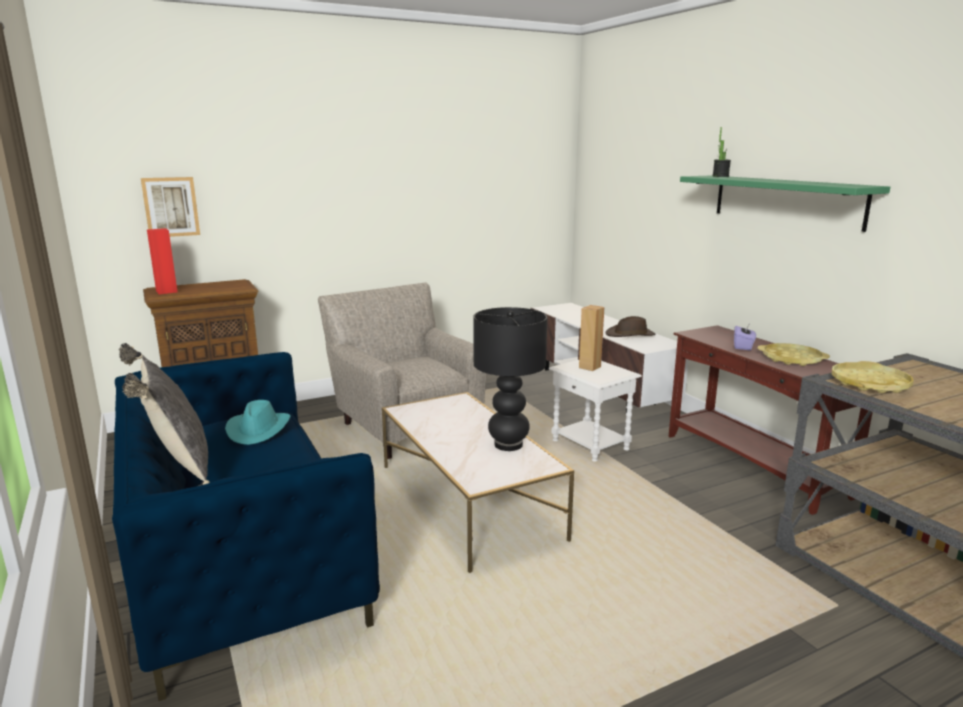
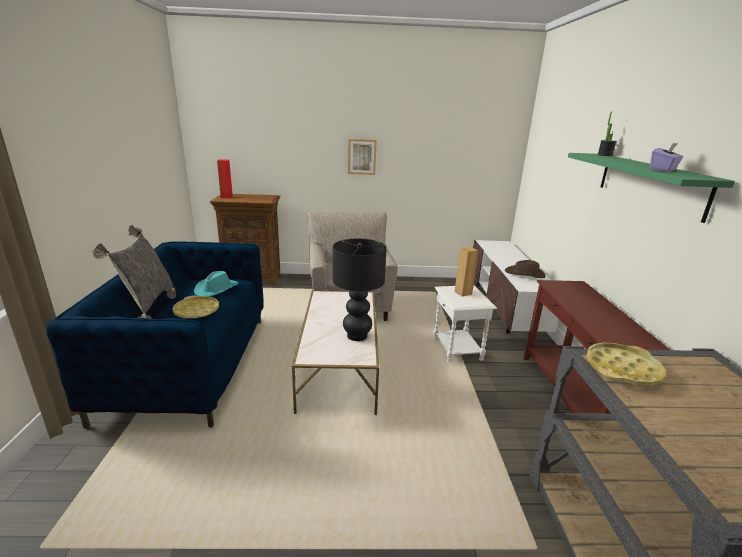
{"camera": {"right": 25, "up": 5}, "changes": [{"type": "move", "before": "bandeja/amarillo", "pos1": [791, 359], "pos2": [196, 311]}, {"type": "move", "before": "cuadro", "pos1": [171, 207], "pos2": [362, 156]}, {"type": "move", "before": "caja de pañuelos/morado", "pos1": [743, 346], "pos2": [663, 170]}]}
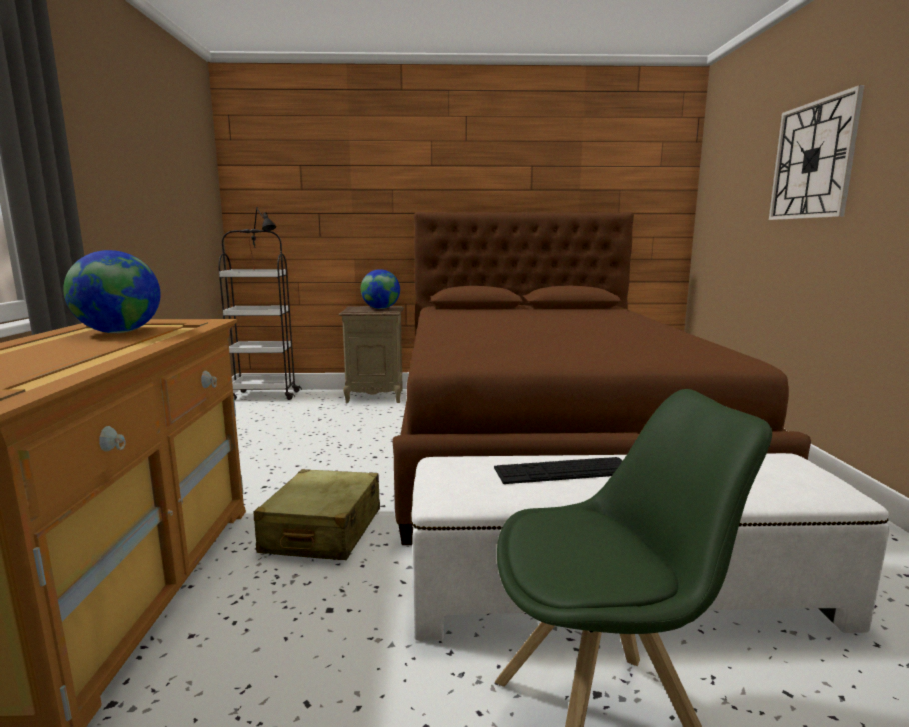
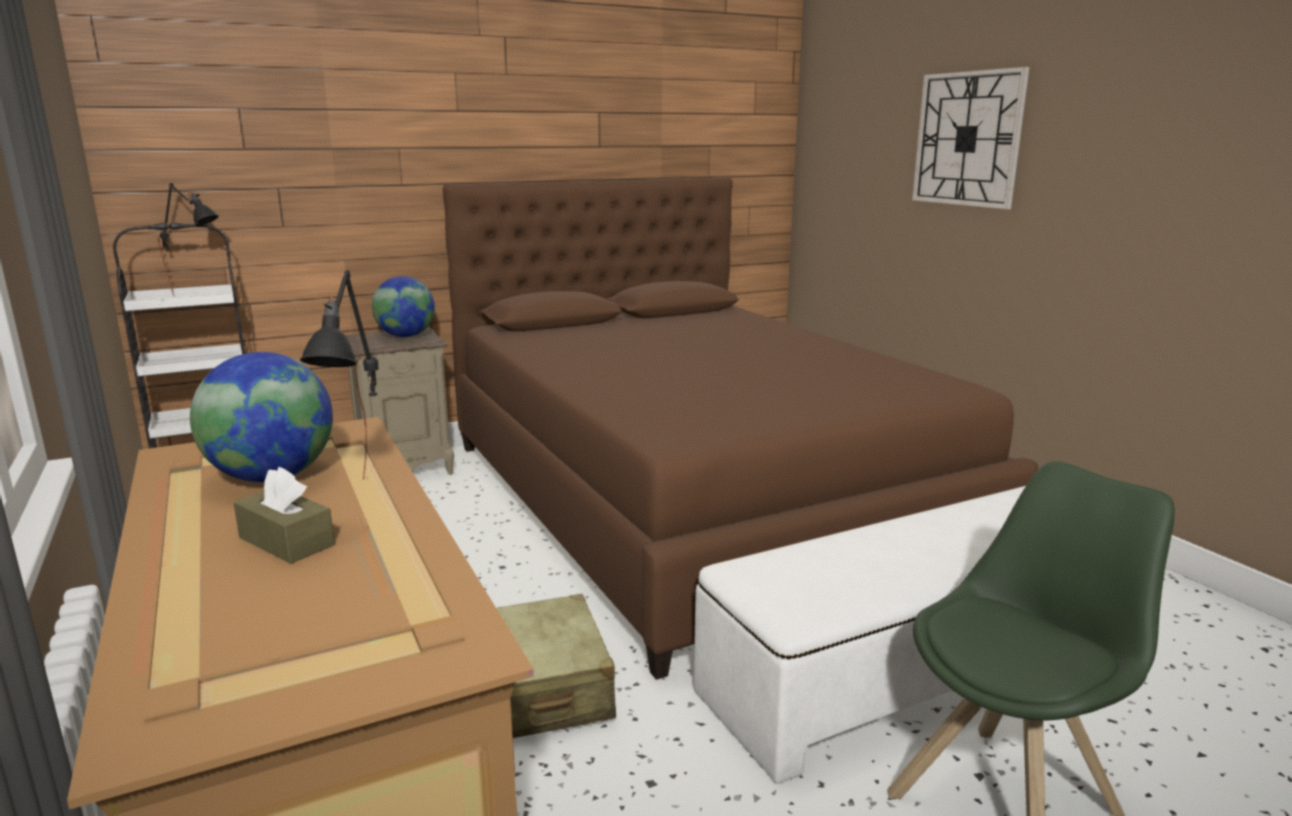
{"camera": {"right": -25, "up": 5}, "changes": [{"type": "insert", "after": "caja de pañuelos/marrón", "pos2": [286, 541]}, {"type": "insert", "after": "lámpara de mesa/negro", "pos2": [365, 499]}, {"type": "delete", "before": "teclado", "pos1": [564, 471]}]}
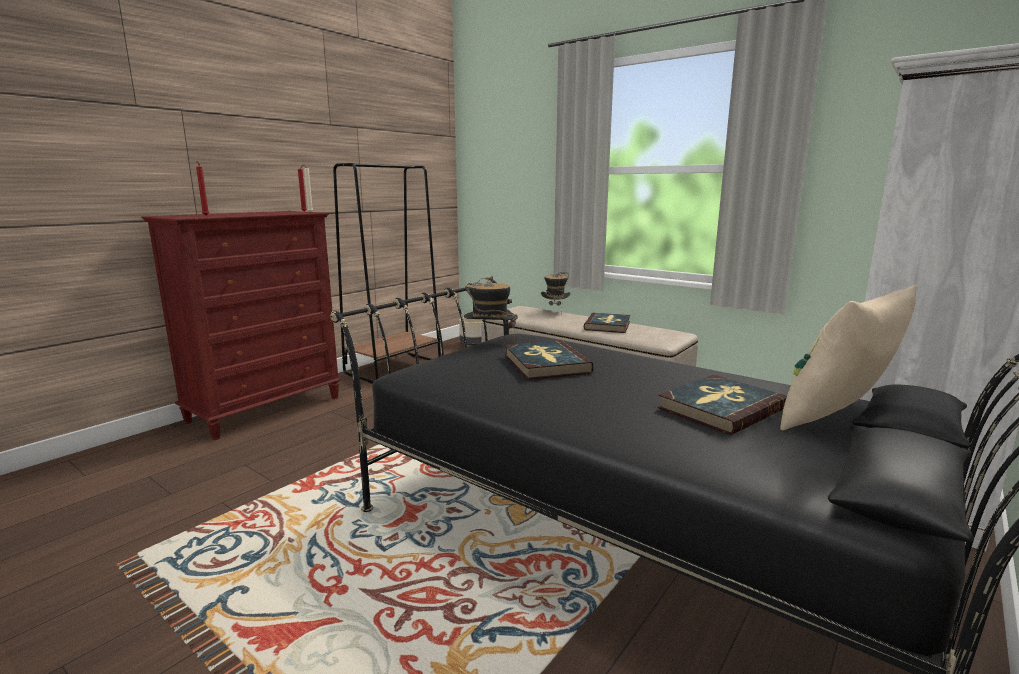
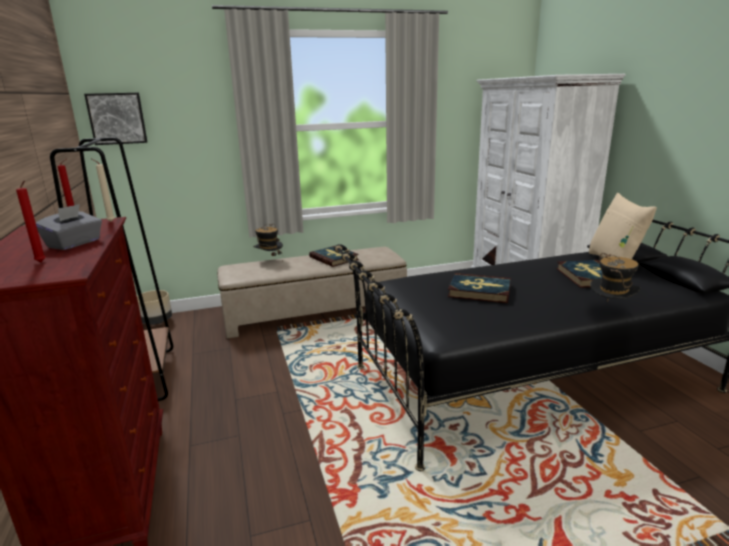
{"camera": {"right": -55, "up": 5}, "changes": [{"type": "insert", "after": "caja de pañuelos/gris", "pos2": [74, 244]}, {"type": "insert", "after": "cuadro", "pos2": [117, 118]}, {"type": "move", "before": "sombrero", "pos1": [490, 341], "pos2": [610, 311]}]}
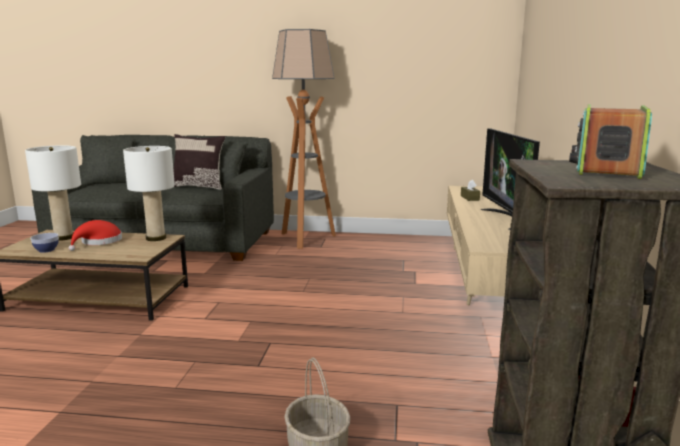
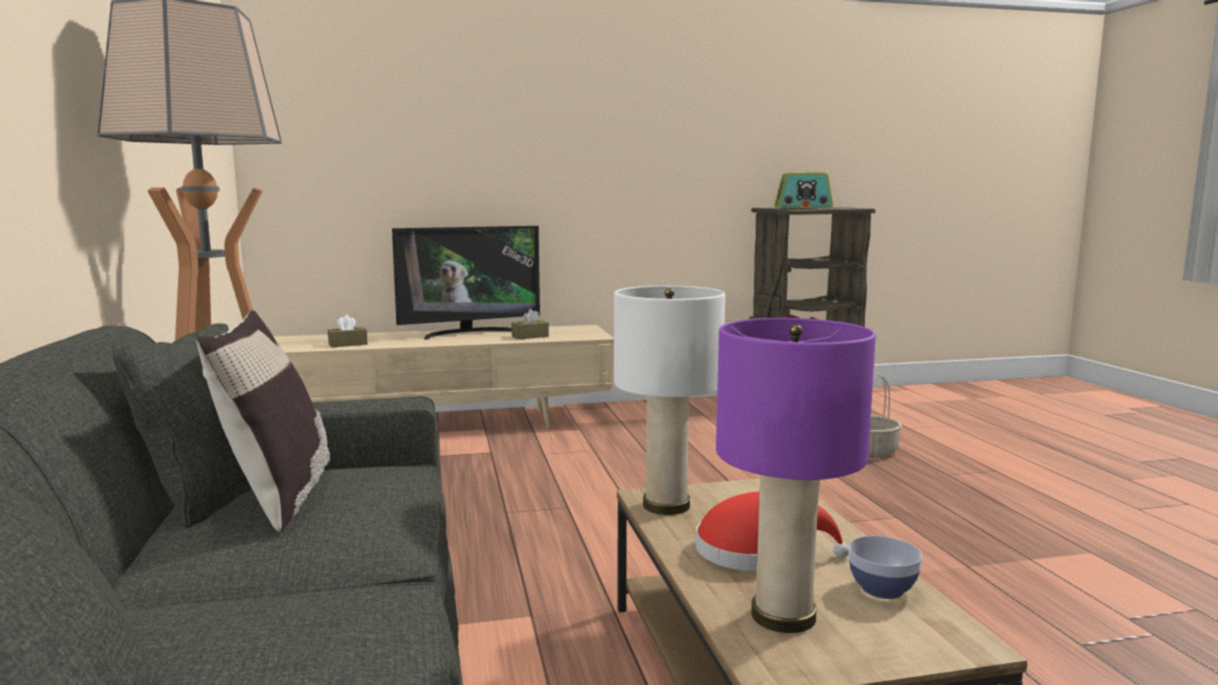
{"camera": {"right": -110, "up": -5}, "changes": [{"type": "insert", "after": "caja de pañuelos/marrón", "pos2": [530, 336]}, {"type": "recolor", "before": "lámpara de mesa/blanco", "after": "lámpara de mesa/morado", "pos1": [64, 237], "pos2": [782, 616]}]}
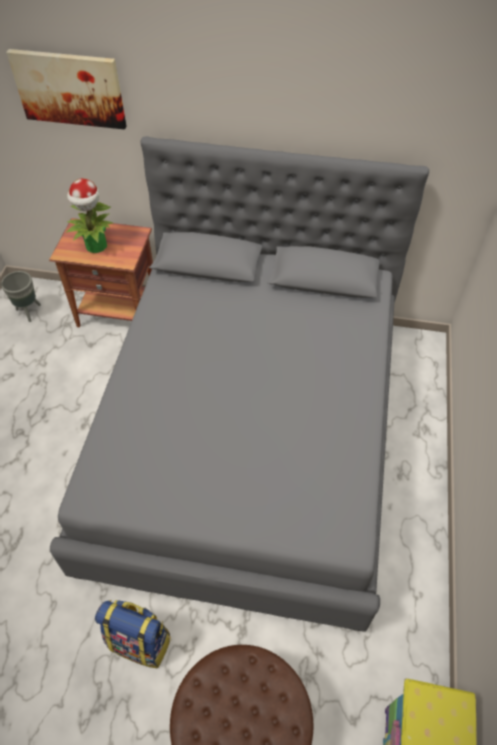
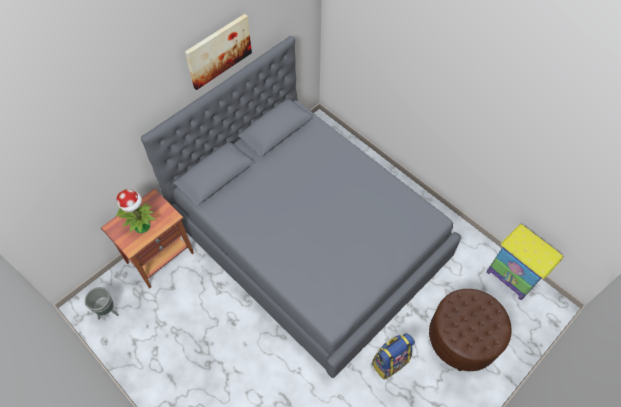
{"camera": {"right": -55, "up": 5}, "changes": [{"type": "move", "before": "cuadro", "pos1": [69, 88], "pos2": [218, 51]}]}
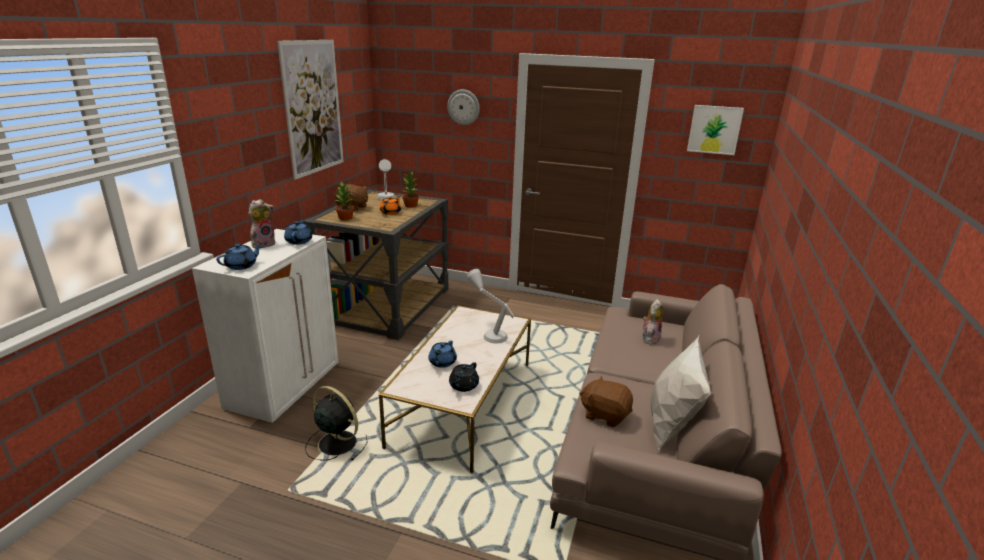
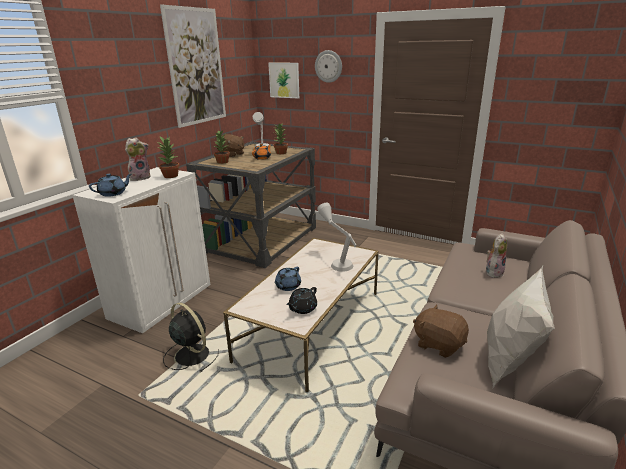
{"camera": {"right": 10, "up": 0}, "changes": [{"type": "replace", "before": "tetera/azul", "after": "planta en maceta", "pos1": [299, 241], "pos2": [171, 176]}, {"type": "move", "before": "cuadro", "pos1": [714, 129], "pos2": [284, 80]}]}
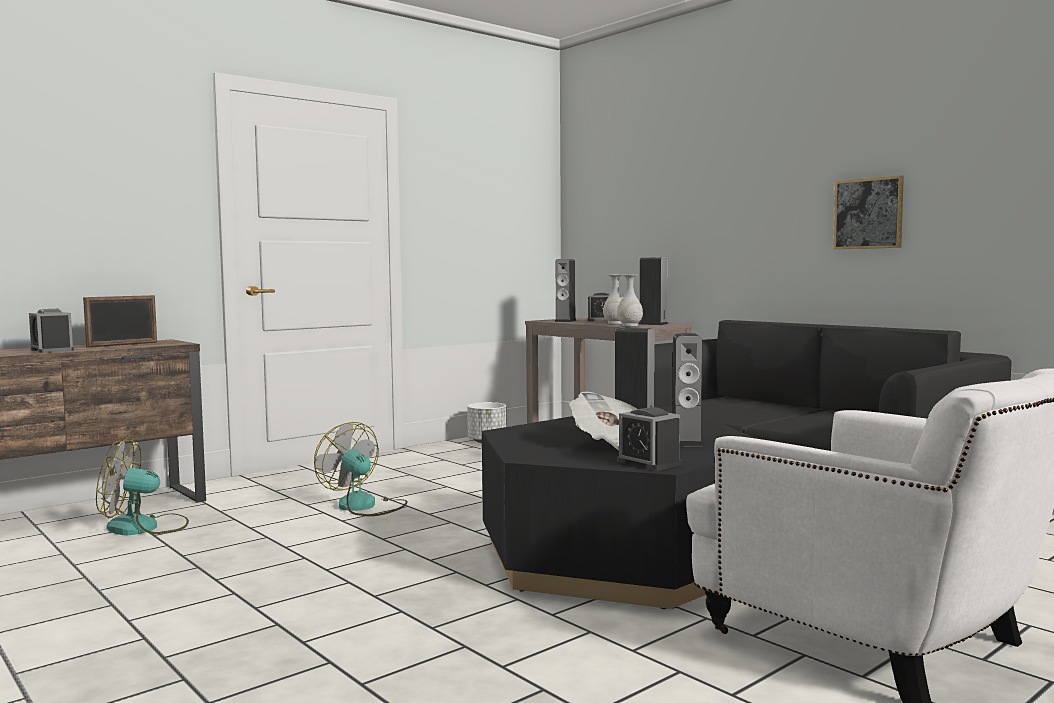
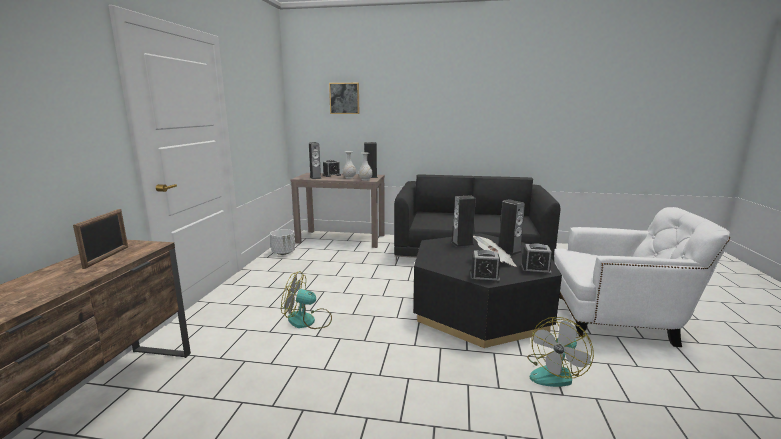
{"camera": {"right": -40, "up": 10}, "changes": [{"type": "move", "before": "cuadro", "pos1": [868, 213], "pos2": [344, 98]}, {"type": "move", "before": "despertador", "pos1": [52, 350], "pos2": [484, 277]}, {"type": "move", "before": "ventilador", "pos1": [145, 527], "pos2": [555, 373]}]}
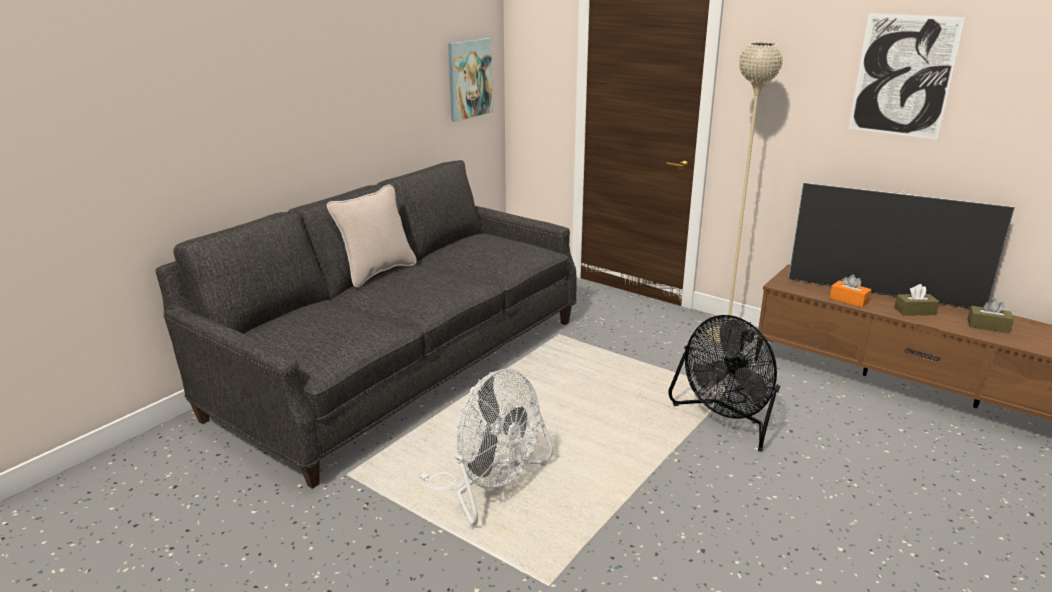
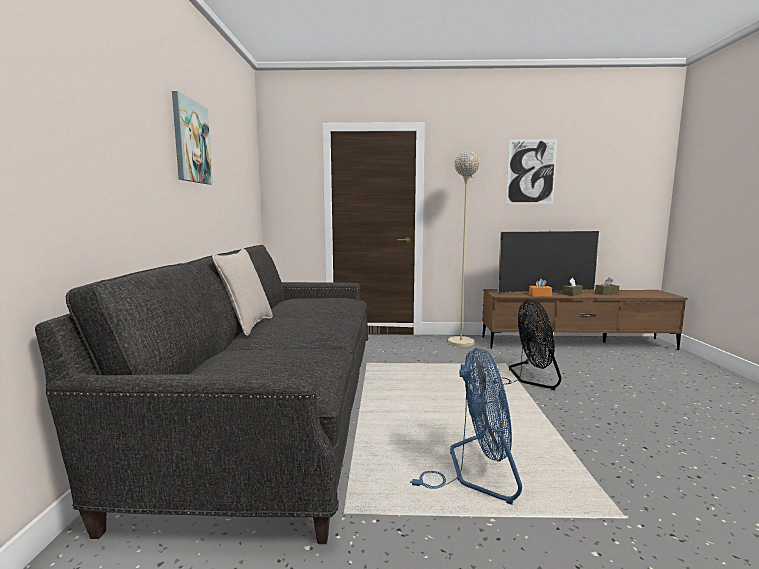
{"camera": {"right": -35, "up": -15}, "changes": [{"type": "move", "before": "cuadro", "pos1": [469, 78], "pos2": [191, 141]}, {"type": "recolor", "before": "ventilador/blanco", "after": "ventilador/azul", "pos1": [488, 487], "pos2": [472, 469]}, {"type": "rotate", "before": "ventilador/negro", "pos1": [725, 417], "pos2": [525, 376], "turn": -105}]}
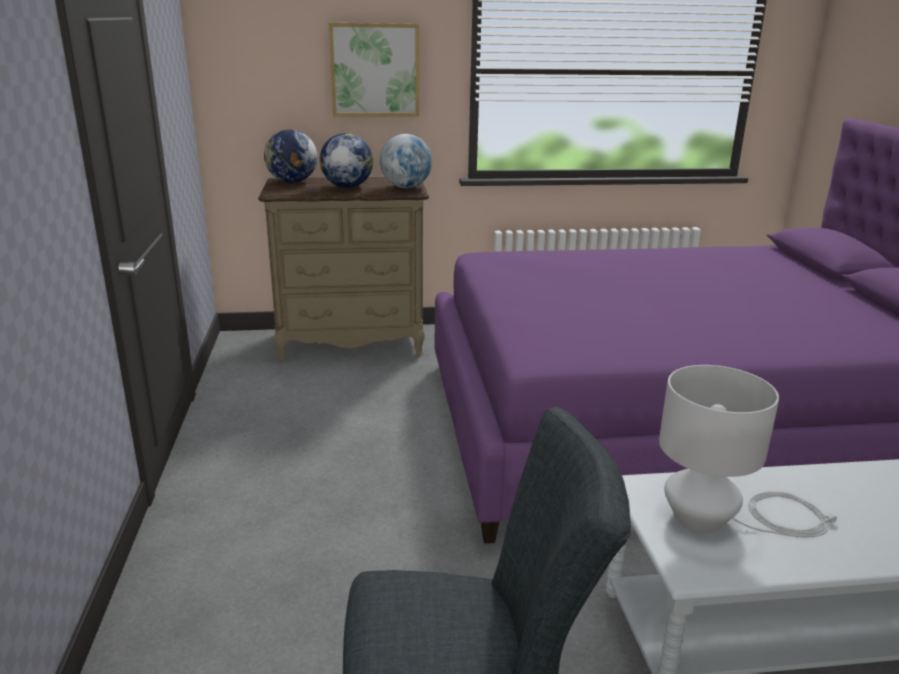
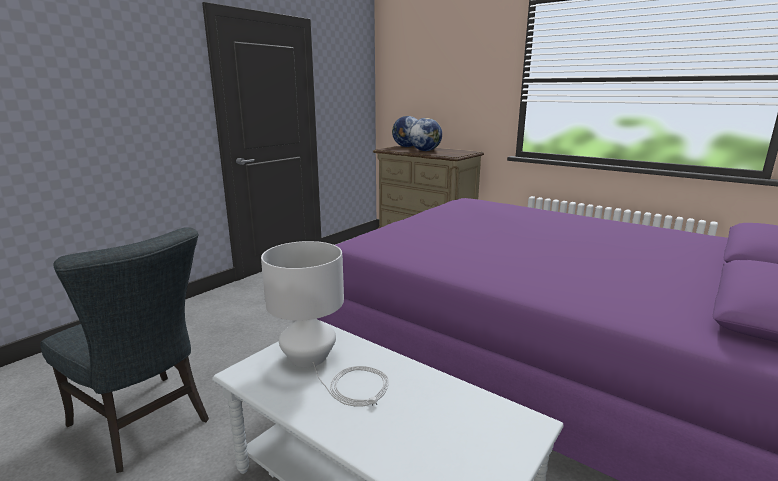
{"camera": {"right": 45, "up": -5}, "changes": [{"type": "delete", "before": "cuadro", "pos1": [375, 70]}, {"type": "delete", "before": "globo terráqueo", "pos1": [406, 187]}]}
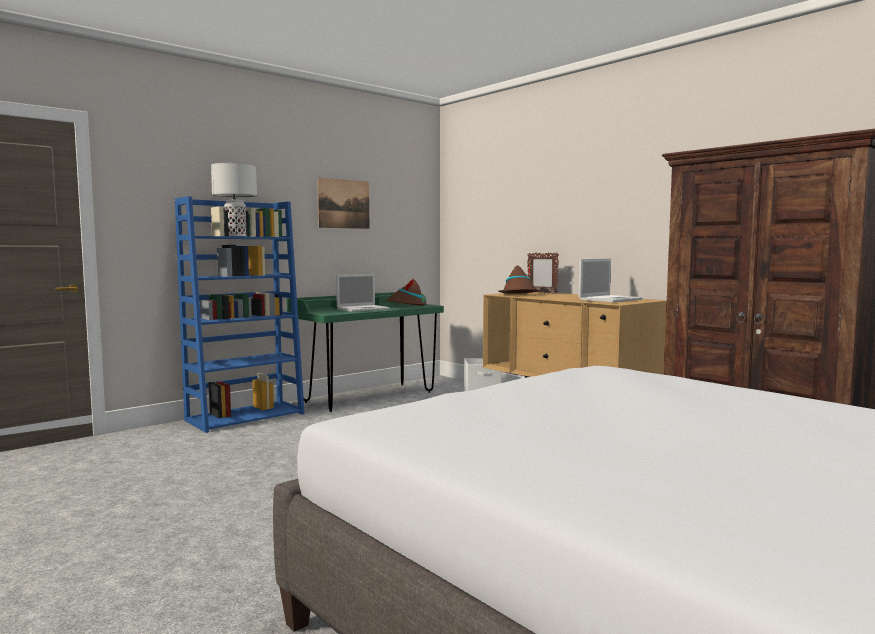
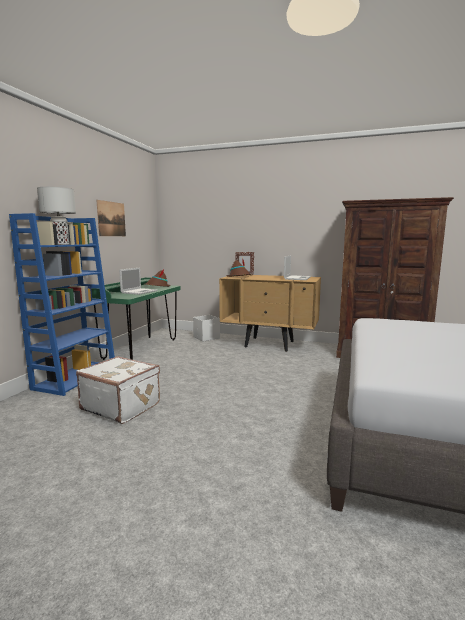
{"camera": {"right": -30, "up": 5}, "changes": [{"type": "insert", "after": "maleta/blanco", "pos2": [121, 406]}]}
